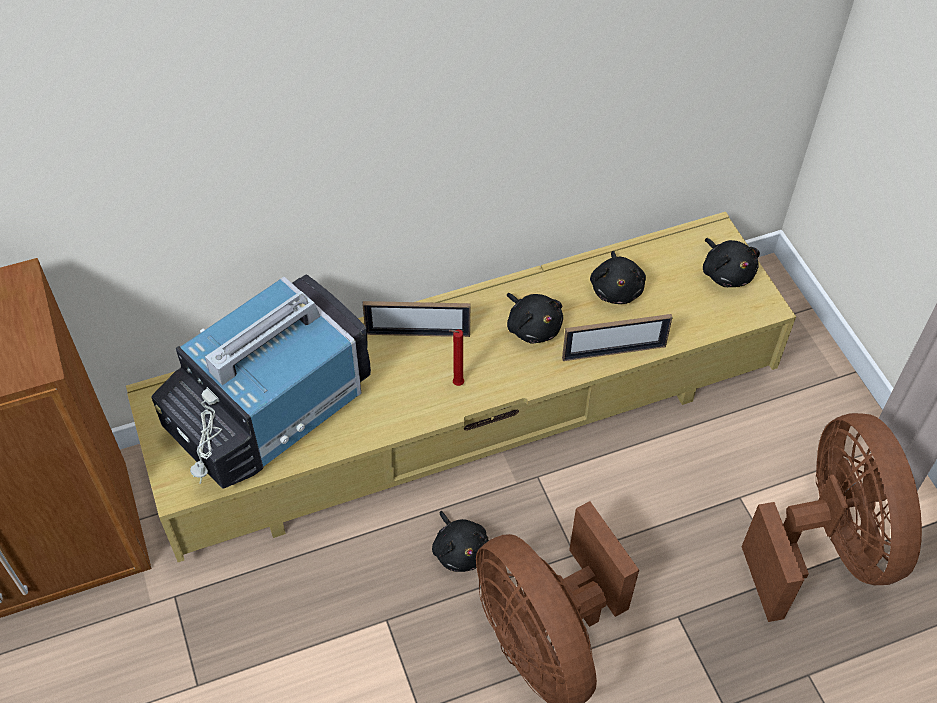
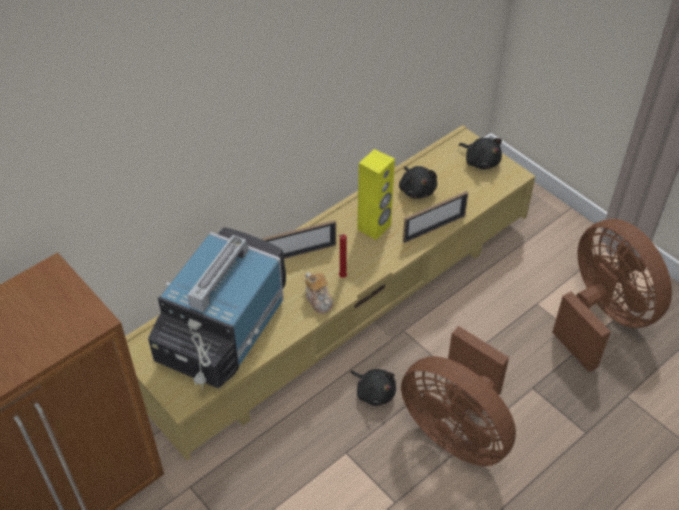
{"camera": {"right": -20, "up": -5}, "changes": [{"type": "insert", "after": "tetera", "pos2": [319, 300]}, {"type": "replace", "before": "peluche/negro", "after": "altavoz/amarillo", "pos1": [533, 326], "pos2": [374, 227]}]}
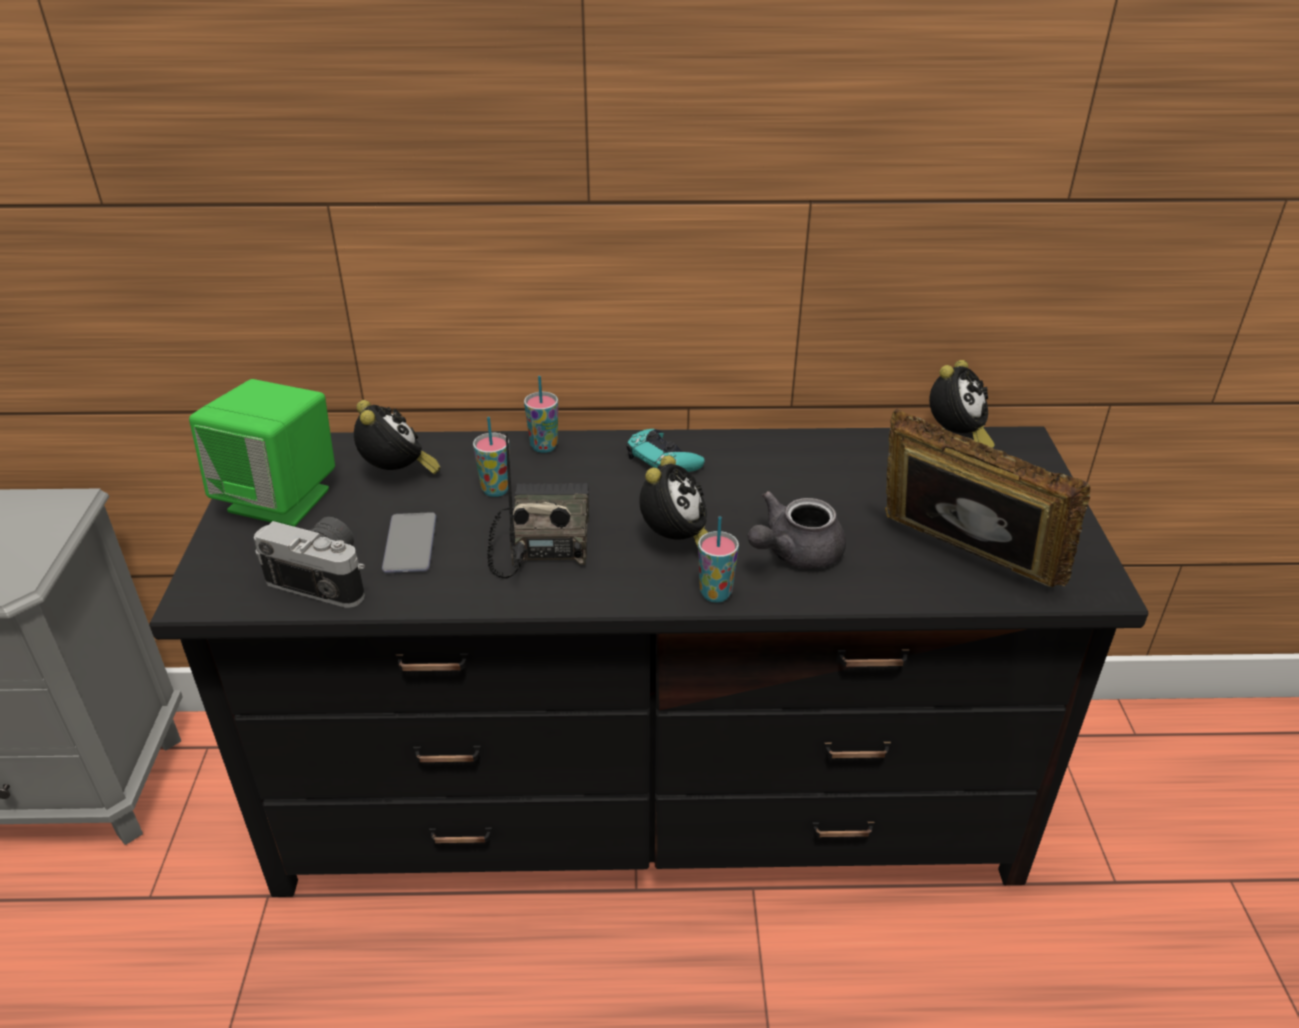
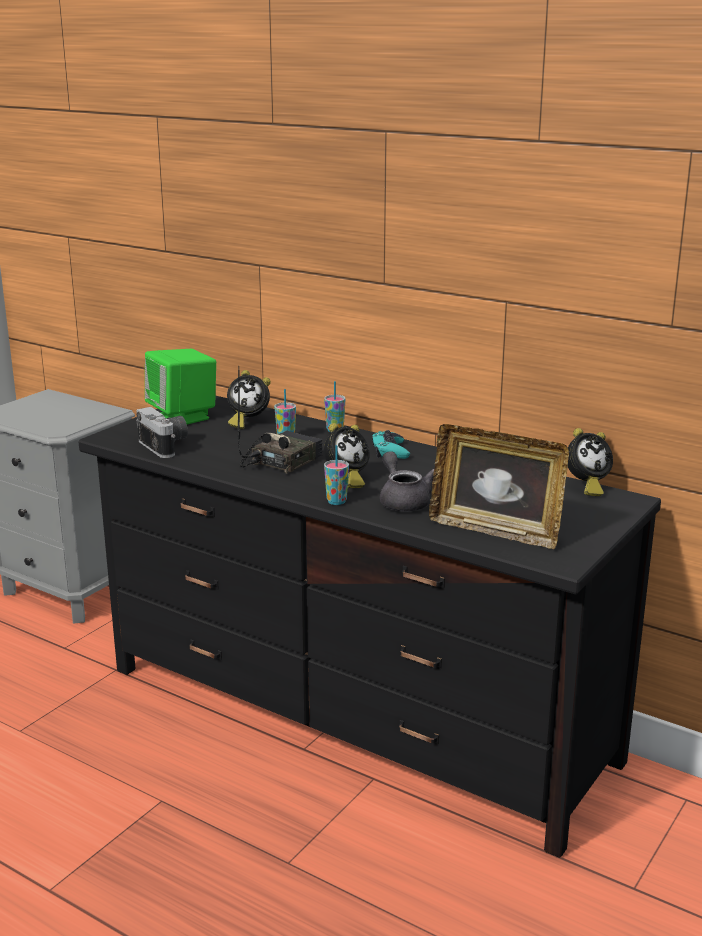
{"camera": {"right": 35, "up": -15}, "changes": [{"type": "rotate", "before": "despertador", "pos1": [398, 474], "pos2": [247, 422], "turn": 90}, {"type": "rotate", "before": "tetera/gris", "pos1": [794, 553], "pos2": [403, 501], "turn": 75}, {"type": "rotate", "before": "portarretratos", "pos1": [962, 561], "pos2": [495, 530], "turn": 135}, {"type": "delete", "before": "móvil", "pos1": [410, 544]}]}
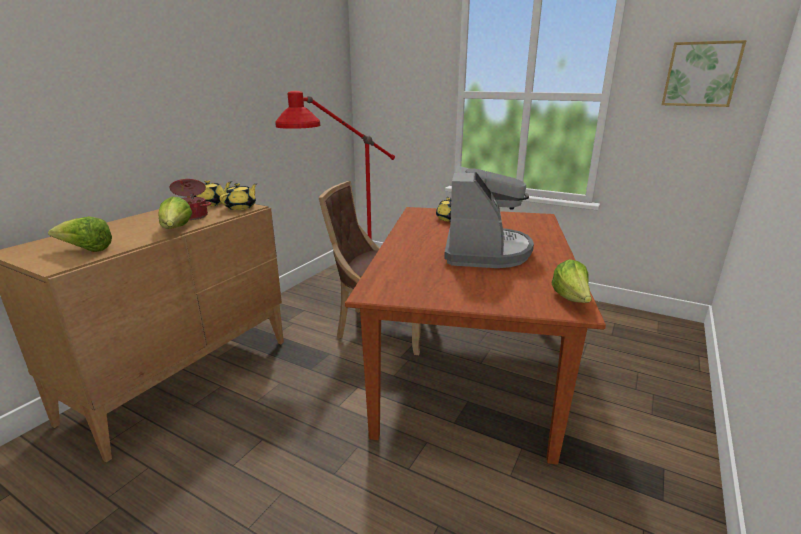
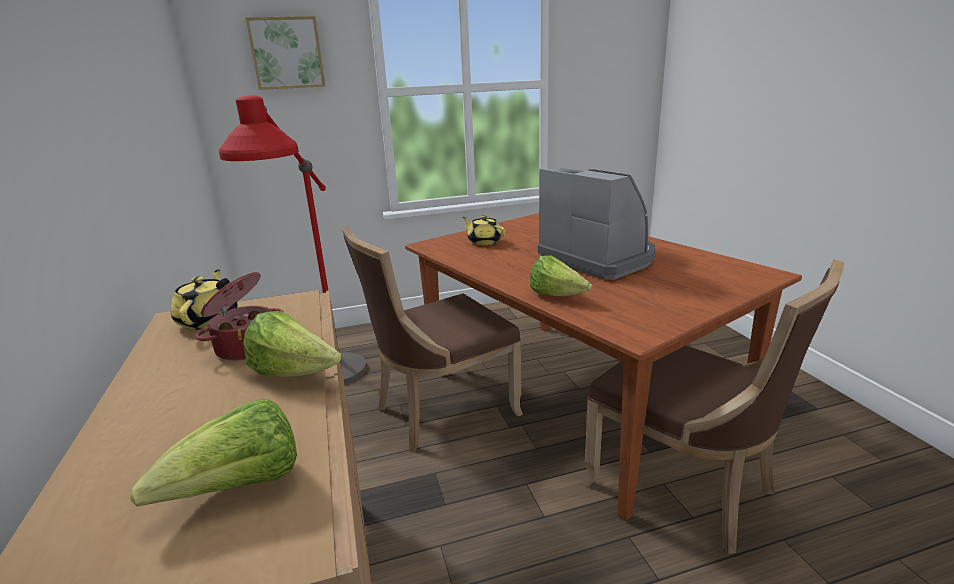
{"camera": {"right": -45, "up": 0}, "changes": [{"type": "move", "before": "cuadro", "pos1": [701, 74], "pos2": [287, 53]}, {"type": "move", "before": "lechuga", "pos1": [571, 299], "pos2": [557, 296]}, {"type": "insert", "after": "silla/marrón", "pos2": [686, 487]}, {"type": "delete", "before": "tetera/amarillo", "pos1": [241, 207]}]}
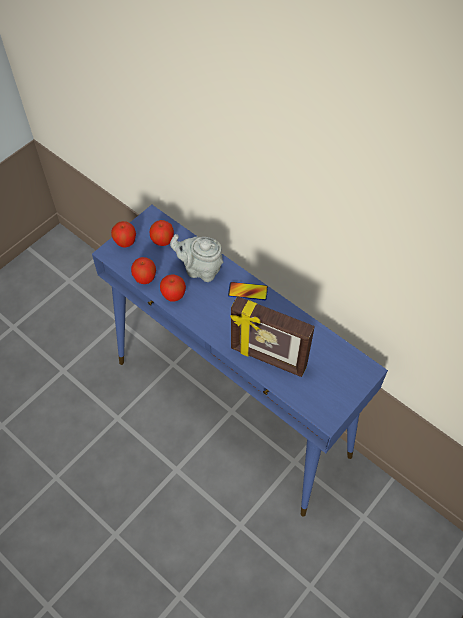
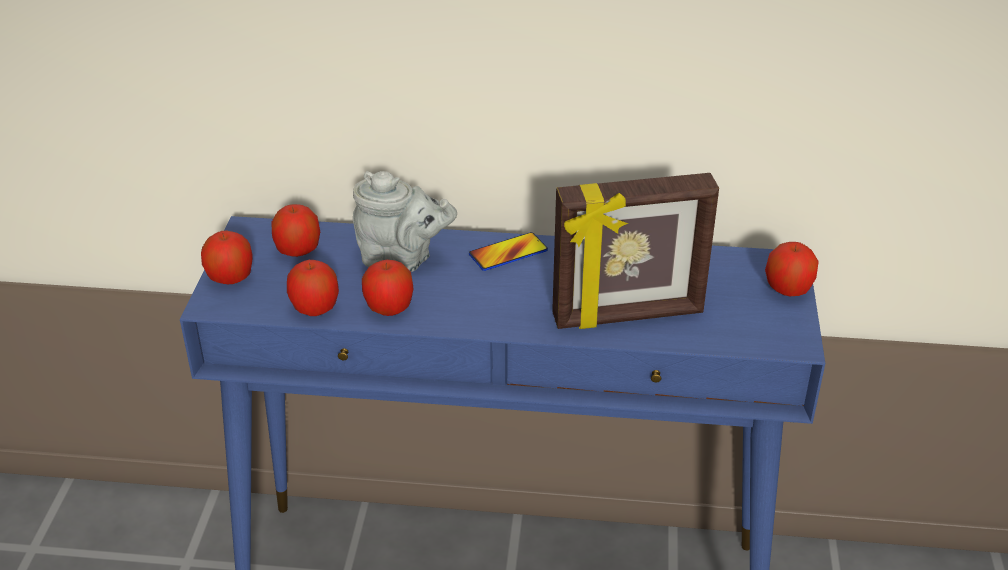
{"camera": {"right": -35, "up": -20}, "changes": [{"type": "rotate", "before": "tetera/gris", "pos1": [200, 269], "pos2": [401, 259], "turn": -150}, {"type": "insert", "after": "manzana", "pos2": [788, 290]}]}
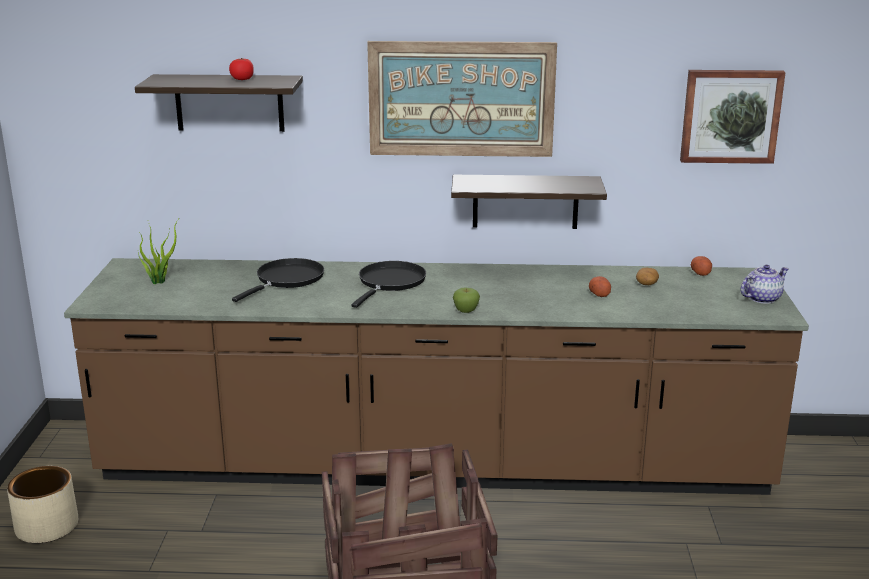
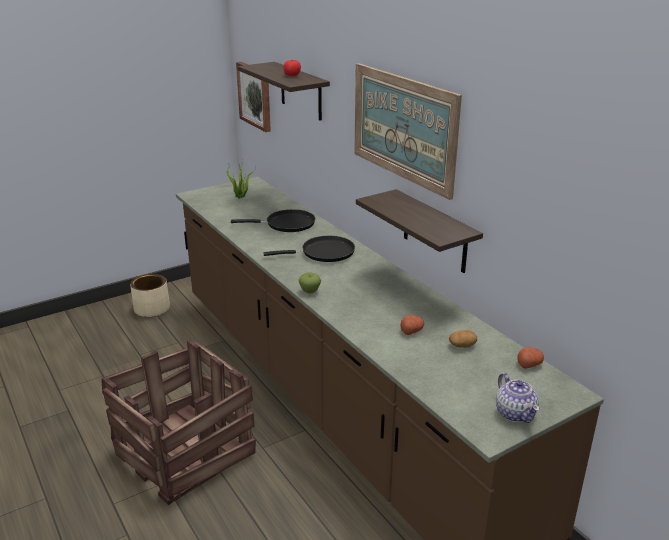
{"camera": {"right": 55, "up": 5}, "changes": [{"type": "move", "before": "cuadro", "pos1": [730, 116], "pos2": [255, 96]}, {"type": "rotate", "before": "tetera", "pos1": [761, 298], "pos2": [515, 413], "turn": 45}]}
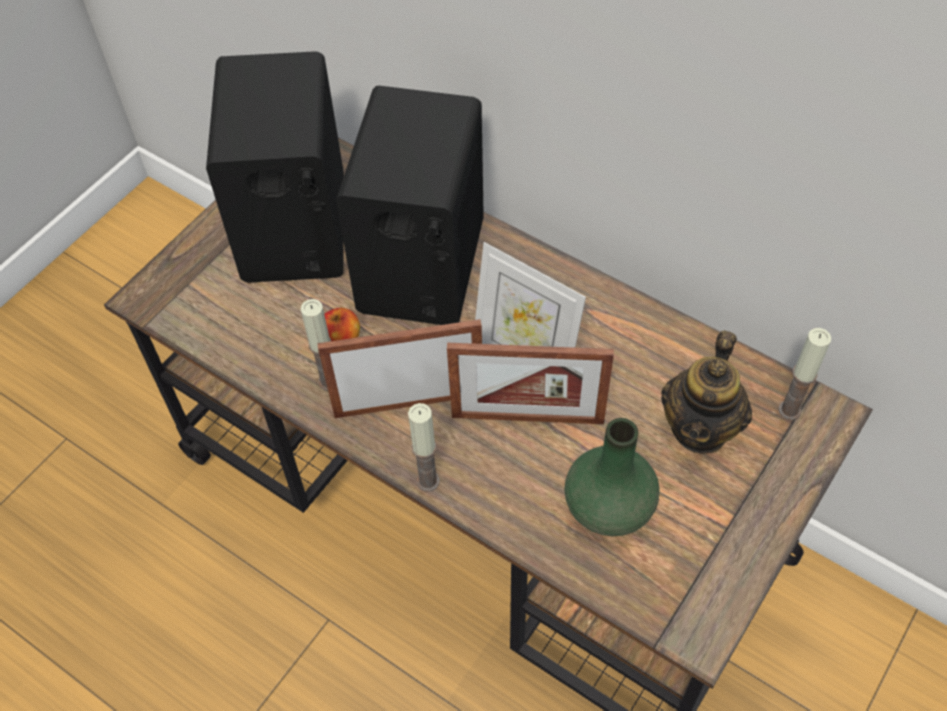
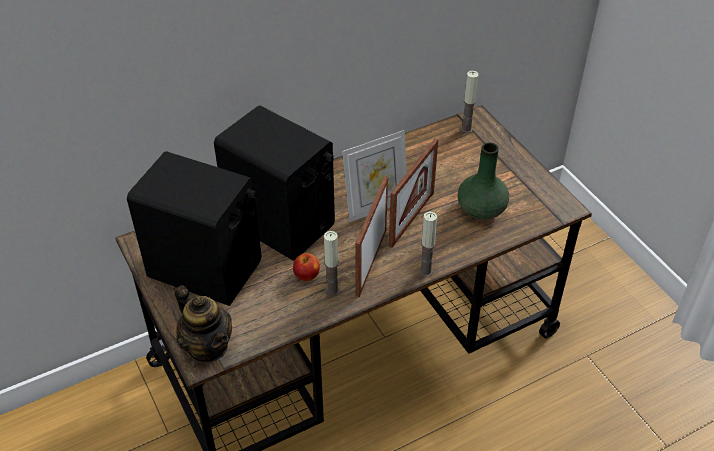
{"camera": {"right": -65, "up": -10}, "changes": [{"type": "move", "before": "tetera", "pos1": [700, 427], "pos2": [208, 346]}]}
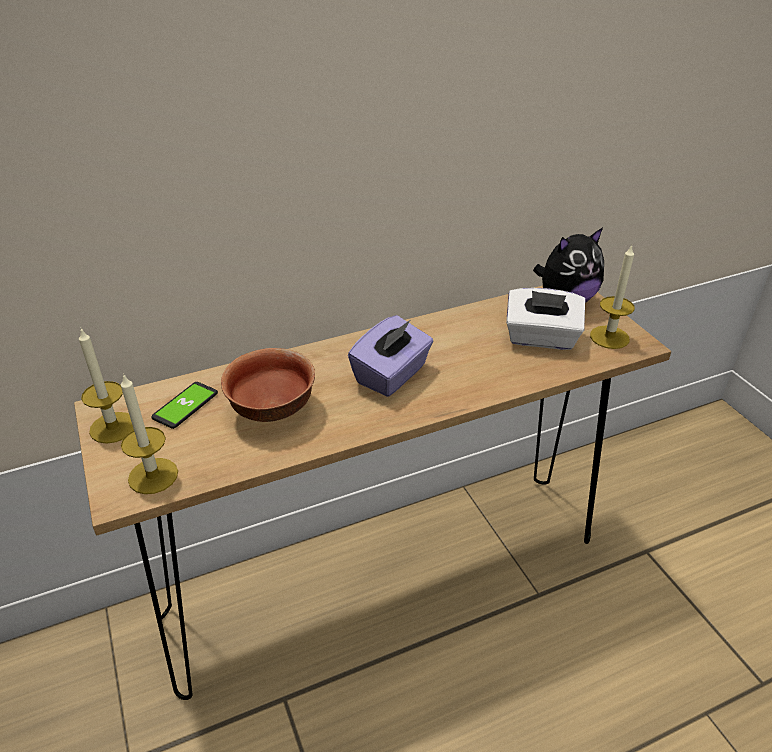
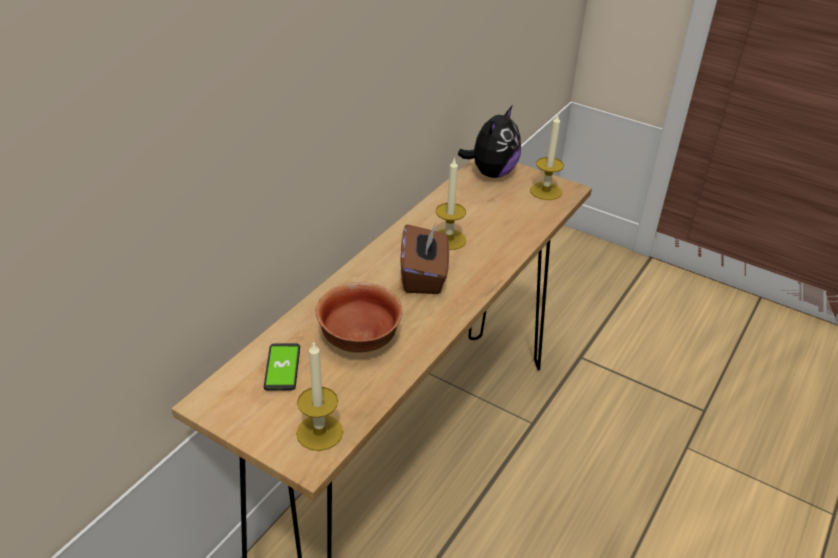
{"camera": {"right": -35, "up": 0}, "changes": [{"type": "recolor", "before": "caja de pañuelos/morado", "after": "caja de pañuelos/marrón", "pos1": [392, 375], "pos2": [424, 276]}, {"type": "move", "before": "vela", "pos1": [113, 427], "pos2": [448, 239]}, {"type": "delete", "before": "caja de pañuelos/blanco", "pos1": [541, 338]}]}
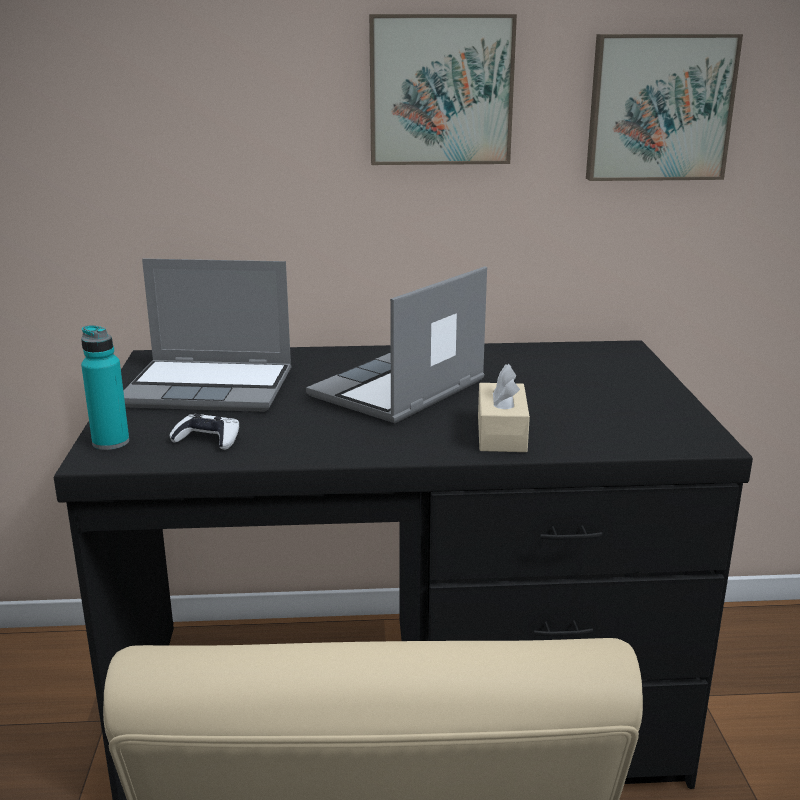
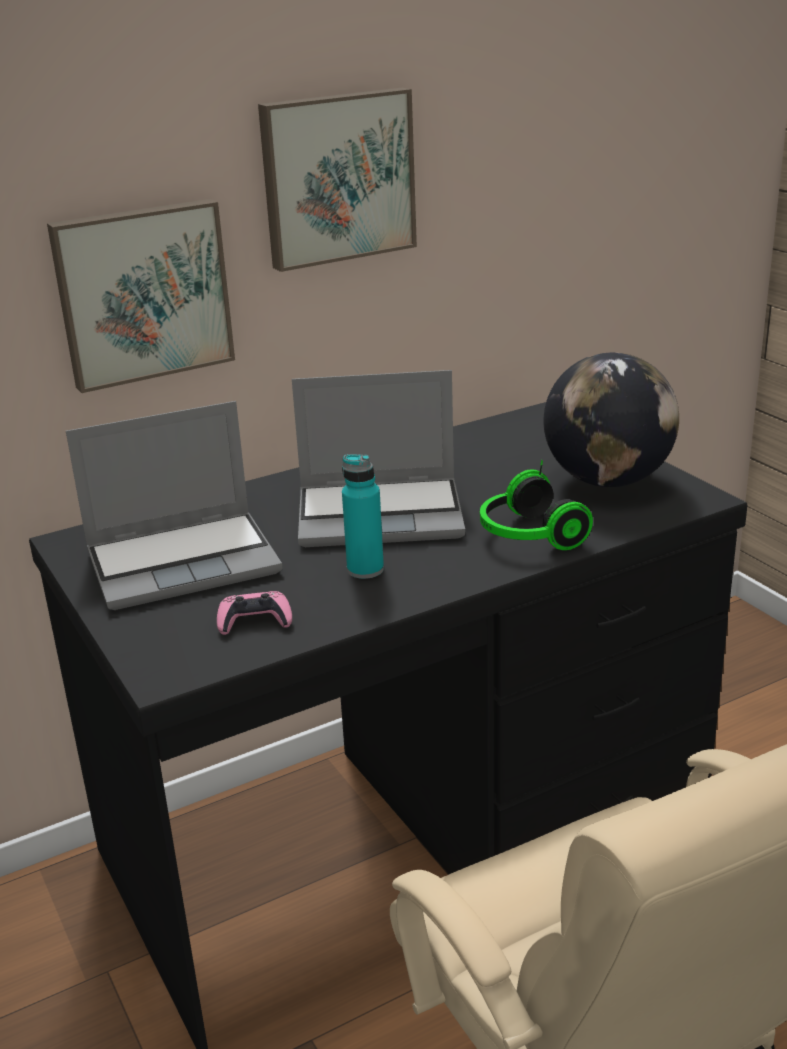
{"camera": {"right": -25, "up": 5}, "changes": [{"type": "move", "before": "cuadro", "pos1": [659, 107], "pos2": [142, 293]}, {"type": "recolor", "before": "mando de consola/blanco", "after": "mando de consola/rosa", "pos1": [208, 439], "pos2": [254, 620]}, {"type": "rotate", "before": "portátil", "pos1": [398, 390], "pos2": [382, 514], "turn": -105}, {"type": "move", "before": "botella/turquesa", "pos1": [111, 442], "pos2": [365, 570]}, {"type": "replace", "before": "caja de pañuelos/beis", "after": "auriculares", "pos1": [501, 433], "pos2": [527, 535]}, {"type": "insert", "after": "globo terráqueo", "pos2": [607, 481]}]}
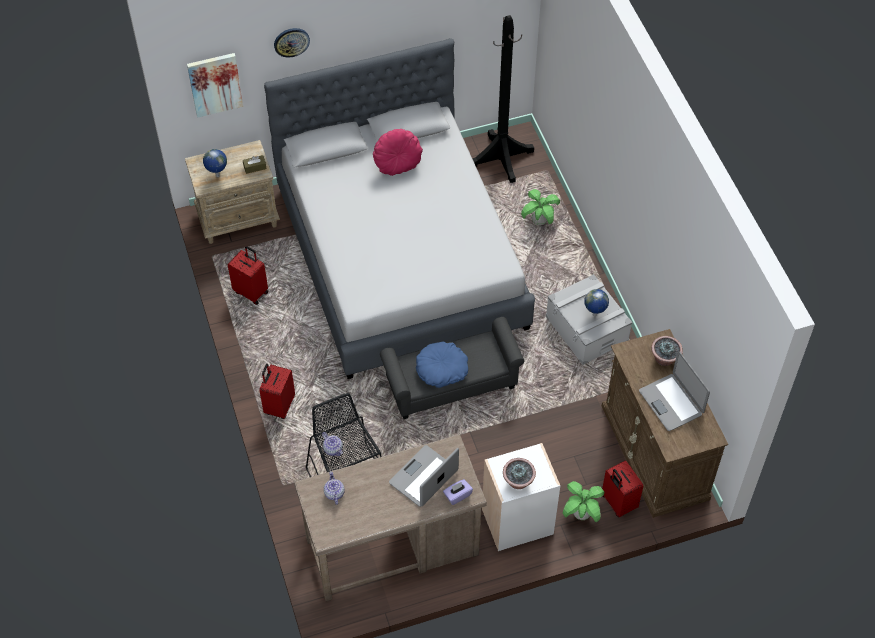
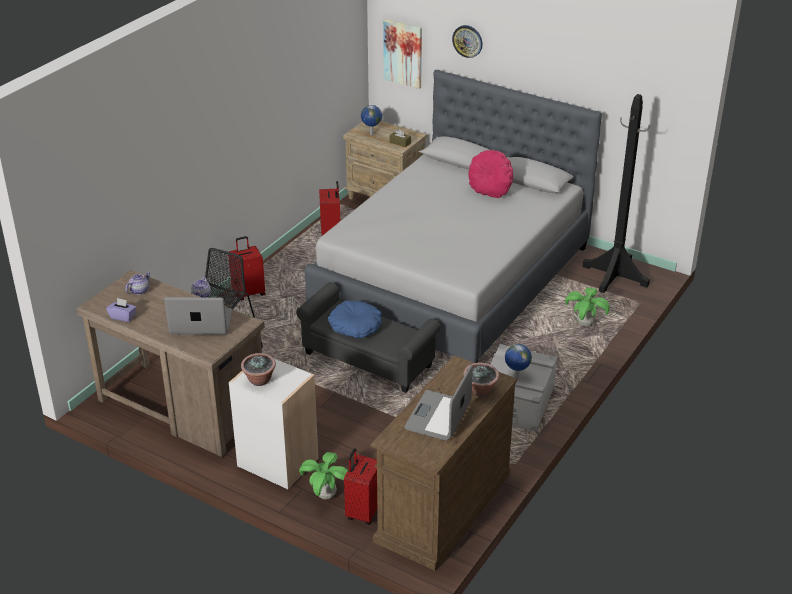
{"camera": {"right": 50, "up": -20}, "changes": [{"type": "move", "before": "caja de pañuelos/morado", "pos1": [457, 495], "pos2": [123, 316]}]}
